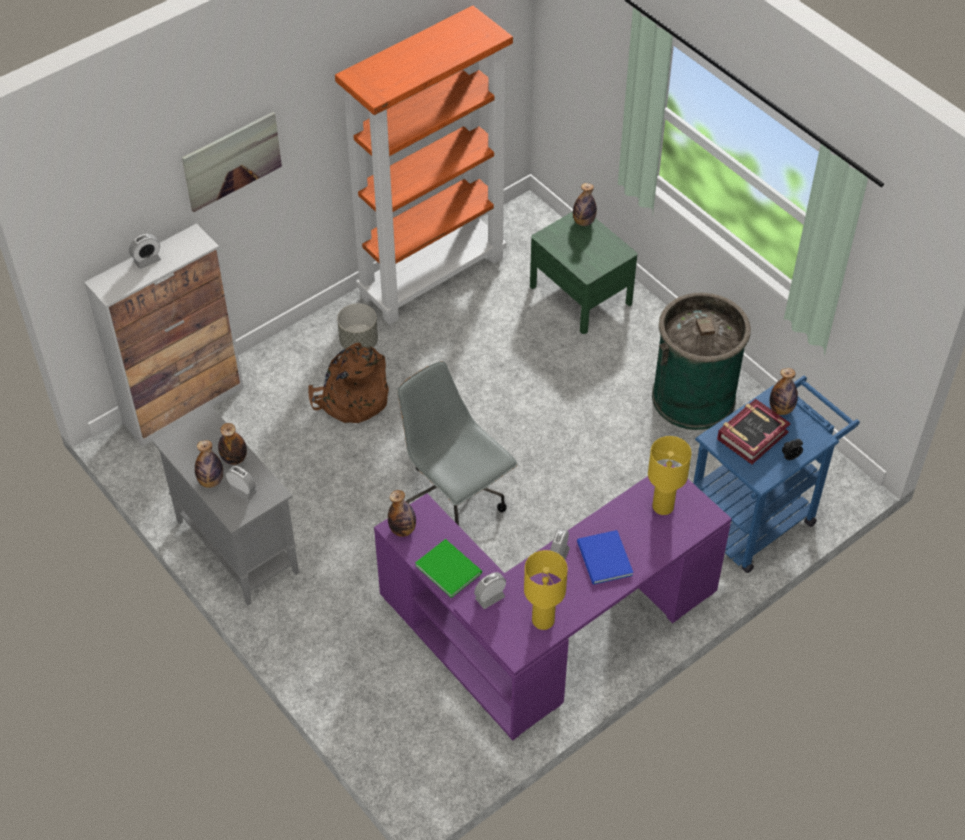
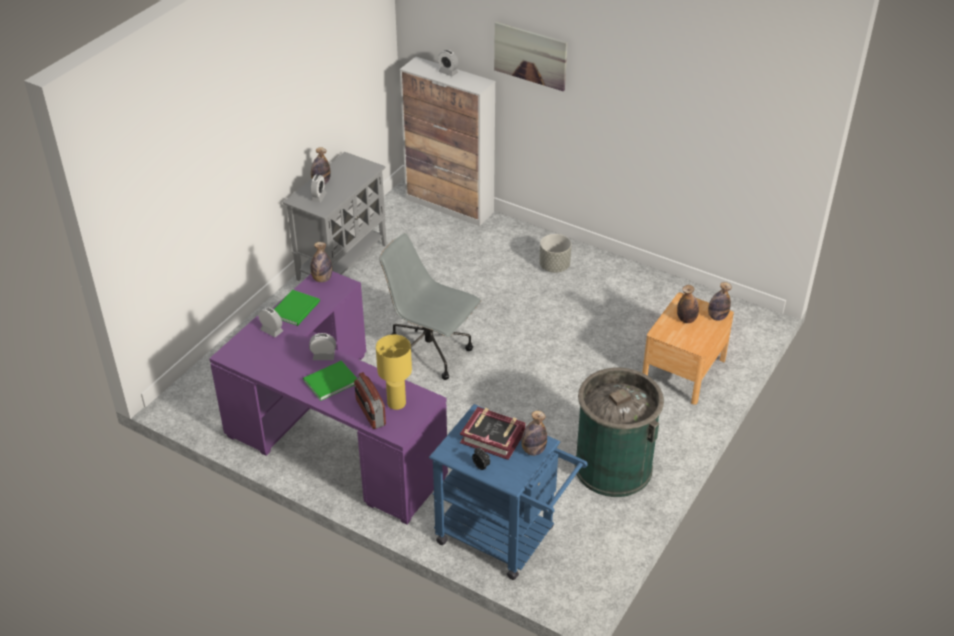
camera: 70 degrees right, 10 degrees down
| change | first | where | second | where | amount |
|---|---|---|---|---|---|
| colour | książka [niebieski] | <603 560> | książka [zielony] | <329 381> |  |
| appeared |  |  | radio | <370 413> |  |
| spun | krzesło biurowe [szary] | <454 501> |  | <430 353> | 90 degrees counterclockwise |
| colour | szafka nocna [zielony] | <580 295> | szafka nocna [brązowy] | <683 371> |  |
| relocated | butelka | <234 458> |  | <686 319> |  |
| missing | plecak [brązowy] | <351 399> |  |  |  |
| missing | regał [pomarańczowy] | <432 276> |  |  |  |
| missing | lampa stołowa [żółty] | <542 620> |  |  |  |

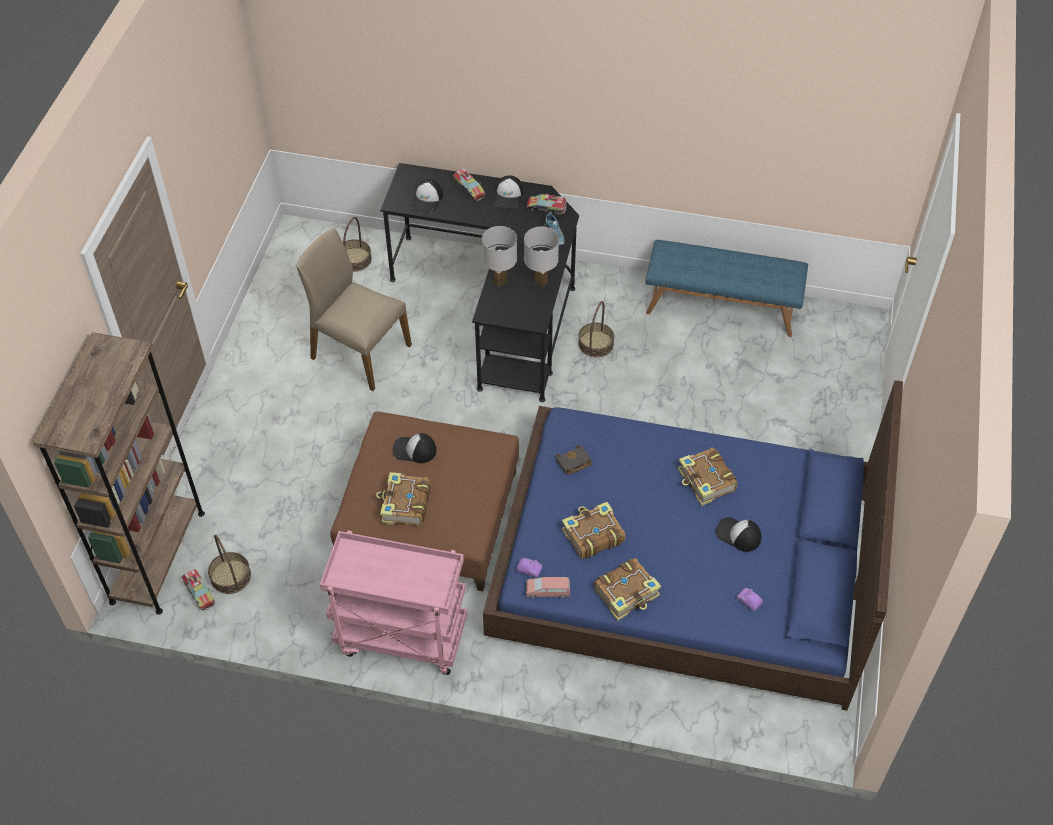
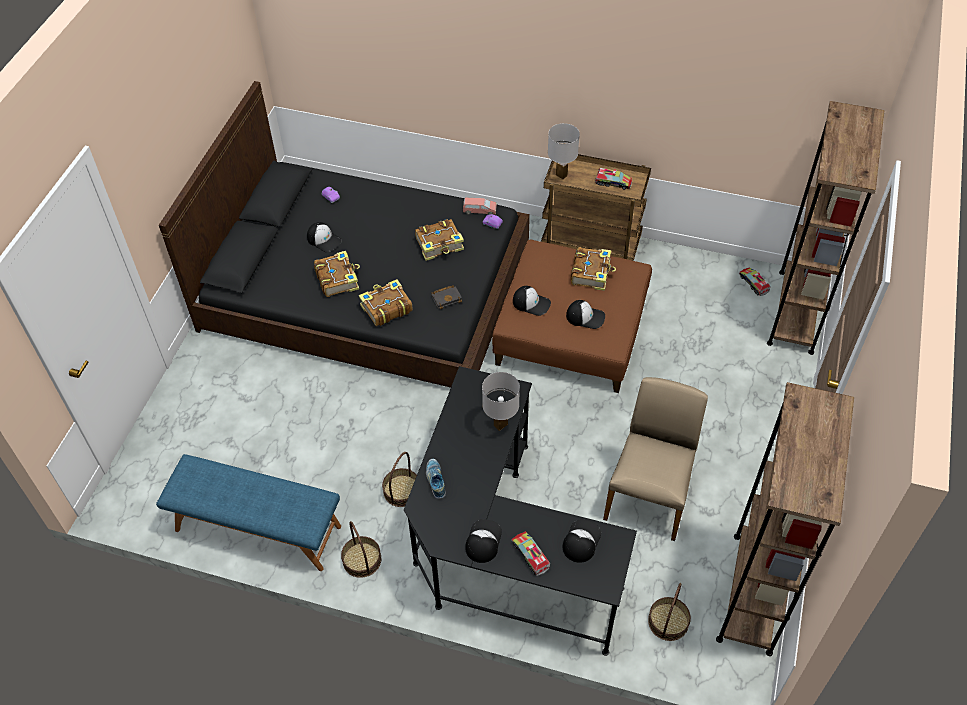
camera: 175 degrees left, 0 degrees up
| change | first | where | second | where | amount |
|---|---|---|---|---|---|
| colour | łóżko [niebieski] | <683 564> | łóżko [czarny] | <366 285> |  |
| relocated | koszyk | <230 576> |  | <362 560> |  |
| relocated | książka | <627 593> |  | <386 308> |  |
| appeared |  |  | czapka z daszkiem | <531 303> |  |
| colour | wózek [różowy] | <400 638> | wózek [brązowy] | <591 246> |  |
| relocated | lampa stołowa [biały] | <541 282> |  | <561 175> |  |
| relocated | ciężarówka zabawkowa | <546 208> |  | <613 183> |  |
| spun | krzesło [beżowy] | <359 352> |  | <649 495> | 105 degrees counterclockwise |
| appeared |  |  | regał [brązowy] | <752 592> |  |

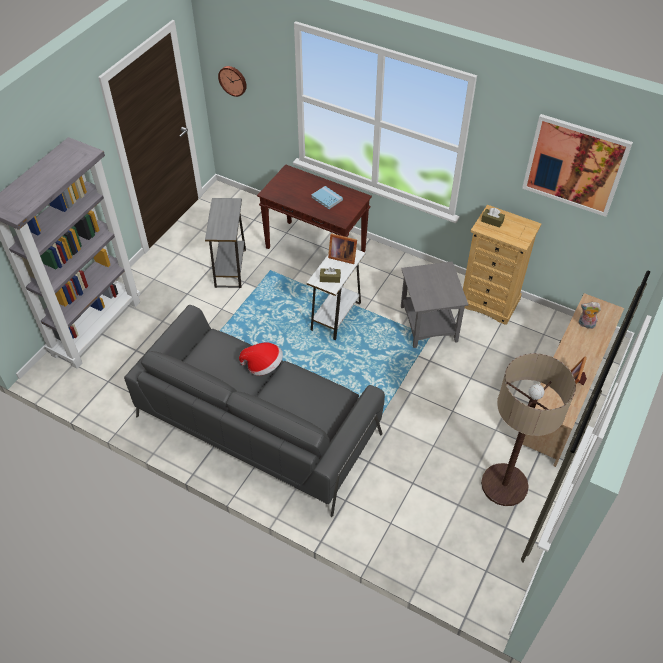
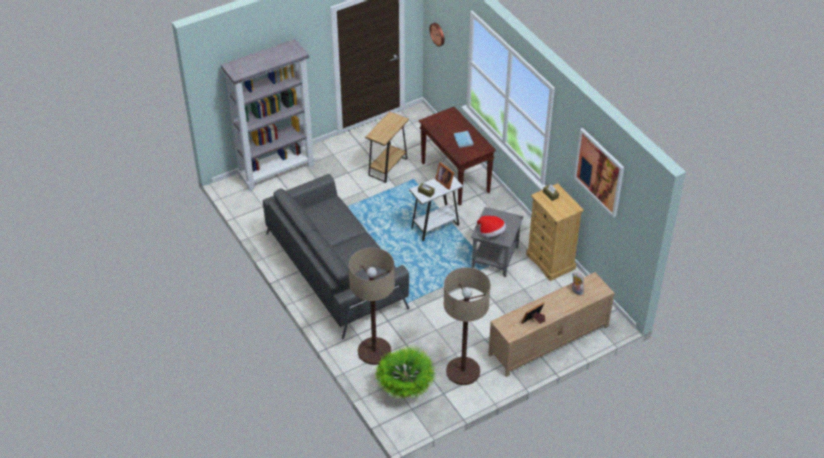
camera: 30 degrees right, 5 degrees down
| change | first | where | second | where | amount |
|---|---|---|---|---|---|
| appeared |  |  | lampa stojąca | <374 351> |  |
| colour | stolik [szary] | <230 268> | stolik [brązowy] | <388 167> |  |
| appeared |  |  | roślina doniczkowa | <405 390> |  |
| relocated | kapelusz | <263 366> |  | <491 233> |  |

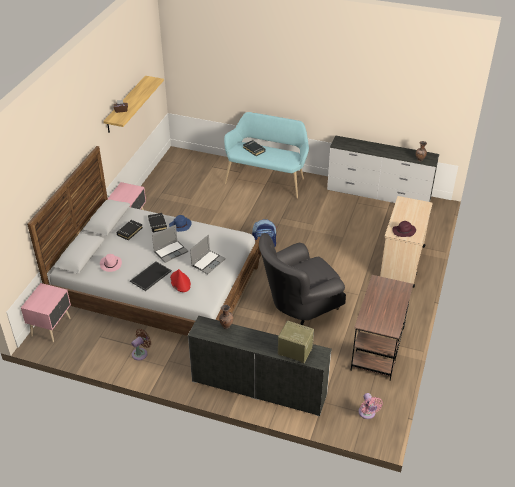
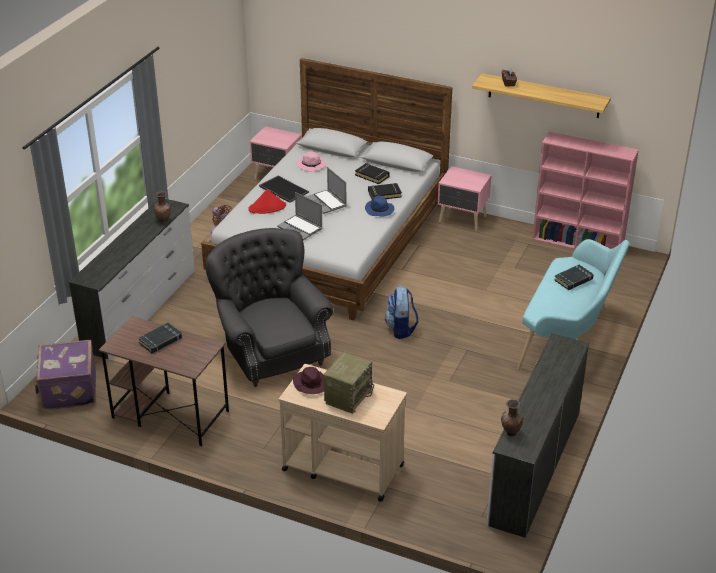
camera: 95 degrees right, 5 degrees down
| change | first | where | second | where | amount |
|---|---|---|---|---|---|
| exchanged | wentylator [różowy] | <367 413> | walizka [fioletowy] | <68 390> |  |
| appeared |  |  | książka [czarny] | <160 341> |  |
| relocated | radio | <294 351> |  | <348 396> |  |
| appeared |  |  | regał [różowy] | <578 243> |  |

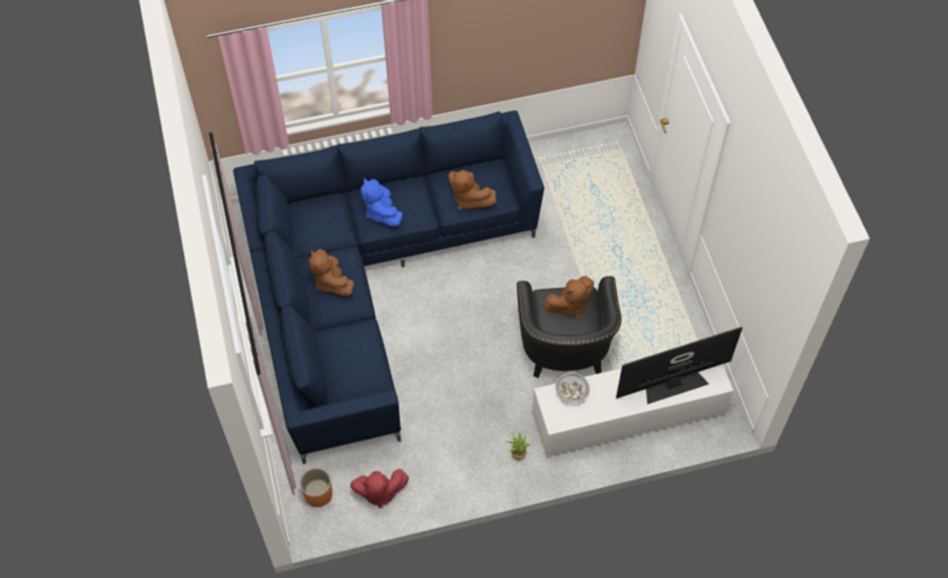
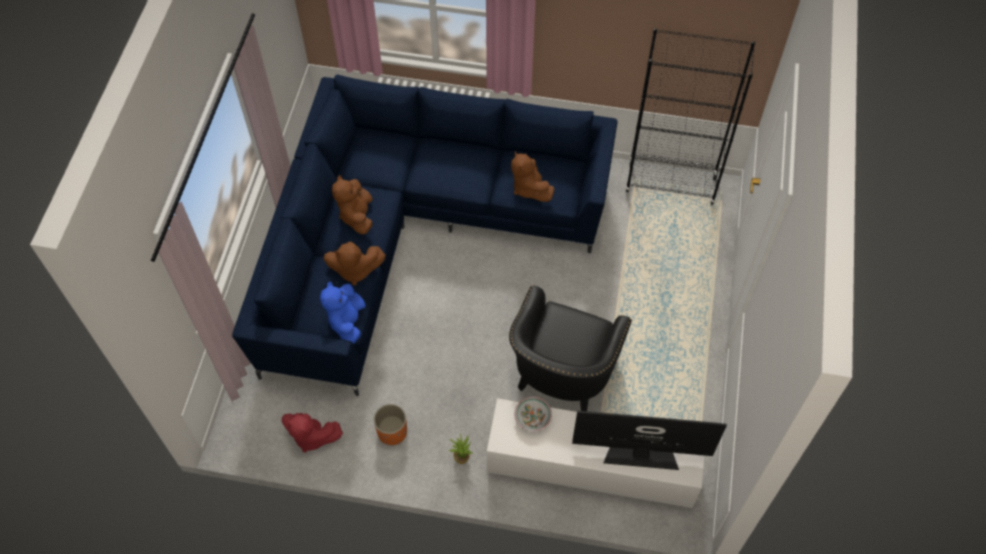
camera: 25 degrees right, 0 degrees up
| change | first | where | second | where | amount |
|---|---|---|---|---|---|
| relocated | pluszak [niebieski] | <381 212> |  | <347 322> |  |
| relocated | pluszak [brązowy] | <570 305> |  | <355 270> |  |
| relocated | donica [pomarańczowy] | <318 494> |  | <392 432> |  |
| appeared |  |  | regał [czarny] | <671 184> |  |

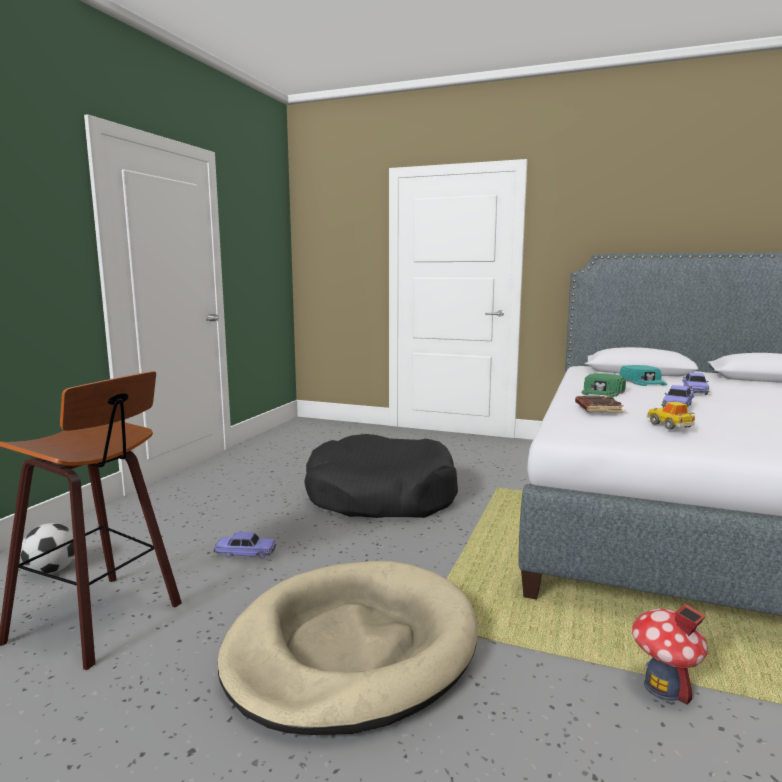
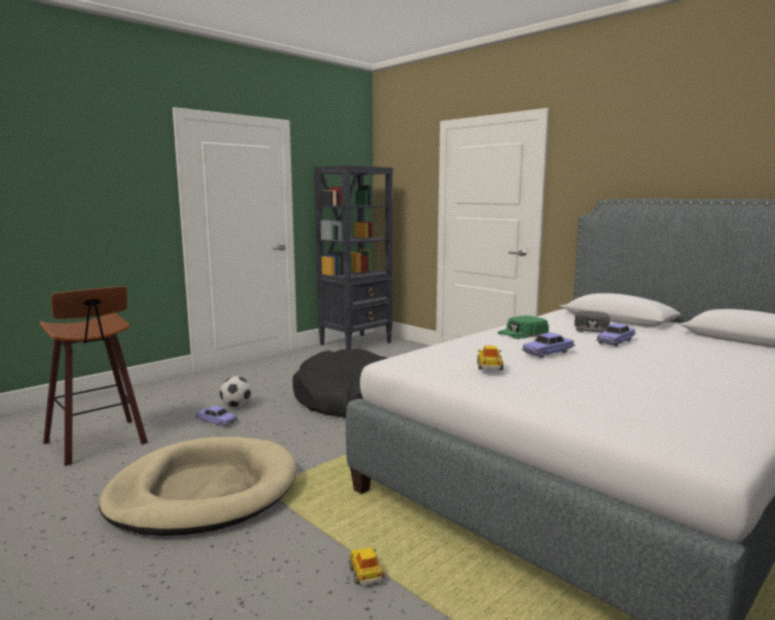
camera: 25 degrees right, 0 degrees up
| change | first | where | second | where | amount |
|---|---|---|---|---|---|
| relocated | piłka futbolowa | <52 571> |  | <236 406> |  |
| appeared |  |  | regał [czarny] | <356 343> |  |
| exchanged | domek | <663 688> | samochodzik | <365 573> |  |
| colour | czapka z daszkiem [turkusowy] | <643 381> | czapka z daszkiem [czarny] | <591 328> |  |
| missing | książka [brązowy] | <597 408> |  |  |  |

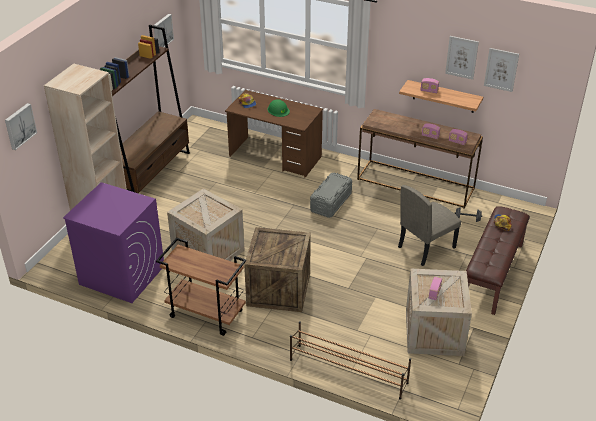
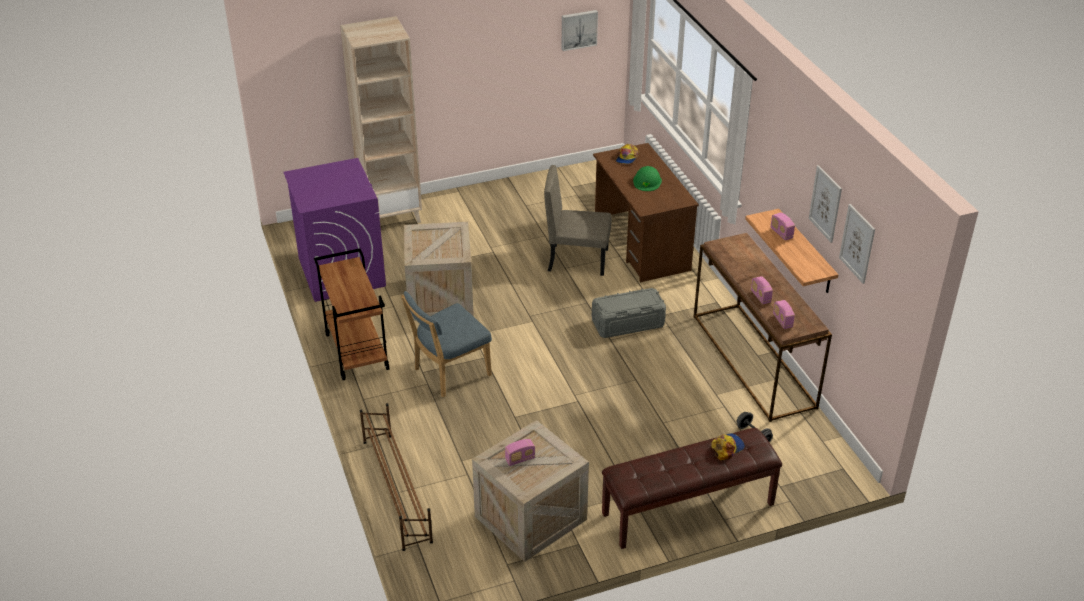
camera: 45 degrees right, 0 degrees up
| change | first | where | second | where | amount |
|---|---|---|---|---|---|
| exchanged | skrzynka | <278 289> | krzesło [niebieski] | <449 373> |  |
| relocated | krzesło [beżowy] | <426 247> |  | <578 260> |  |
| missing | obraz | <19 126> |  |  |  |
| missing | regał [brązowy] | <151 174> |  |  |  |

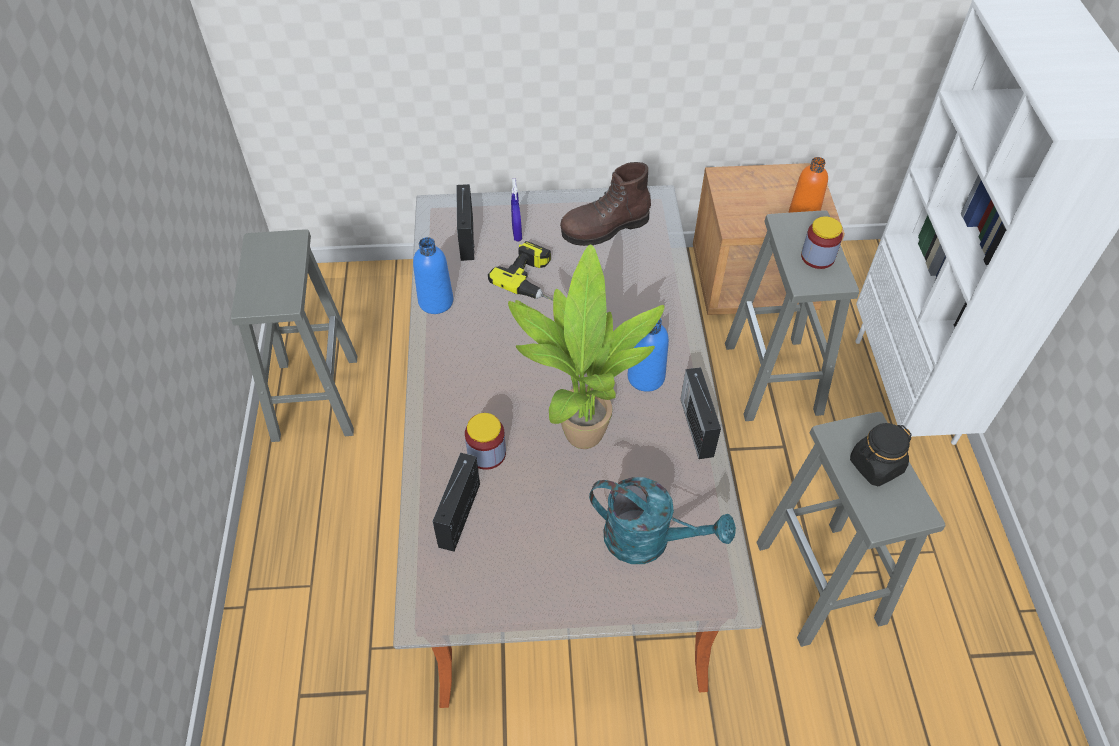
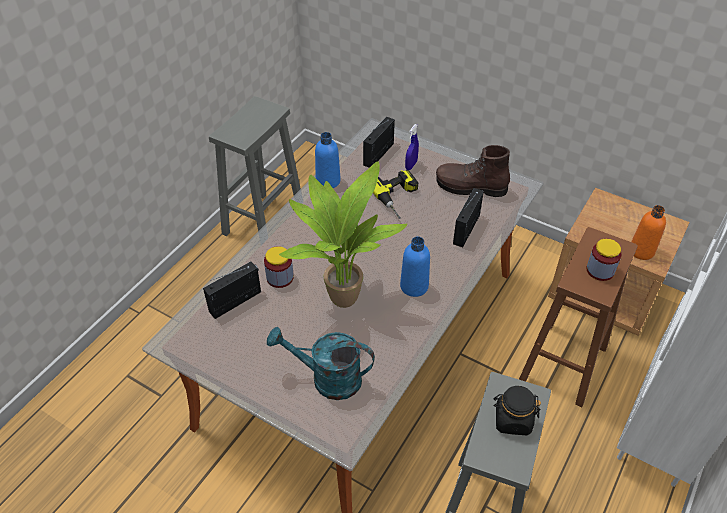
camera: 35 degrees right, 5 degrees down
| change | first | where | second | where | amount |
|---|---|---|---|---|---|
| spun | konewka [turkusowy] | <649 540> |  | <327 378> | 135 degrees clockwise |
| relocated | radio | <696 426> |  | <467 229> |  |
| colour | stołek [szary] | <773 380> | stołek [brązowy] | <563 364> |  |

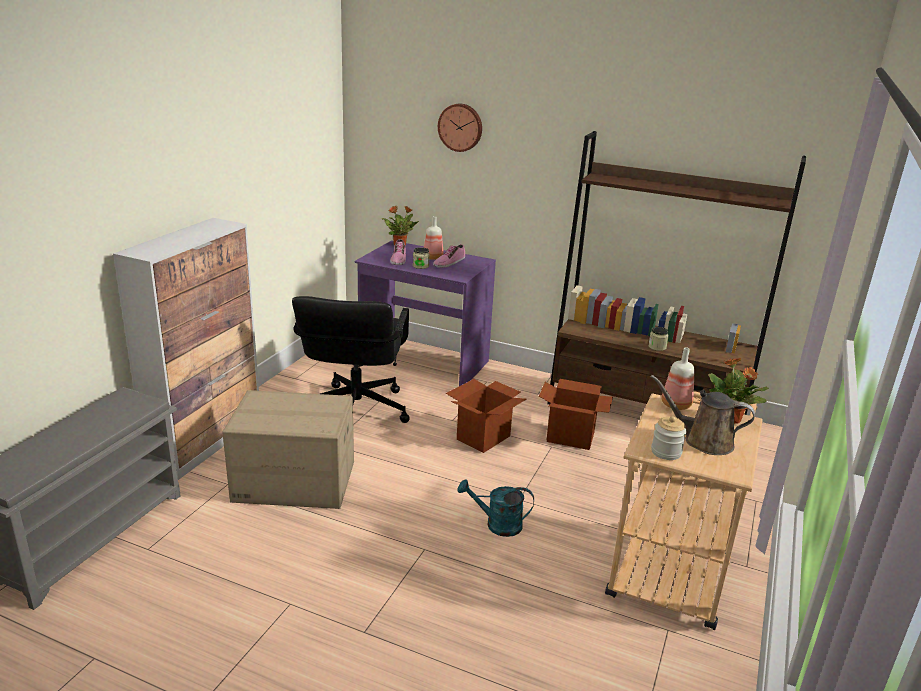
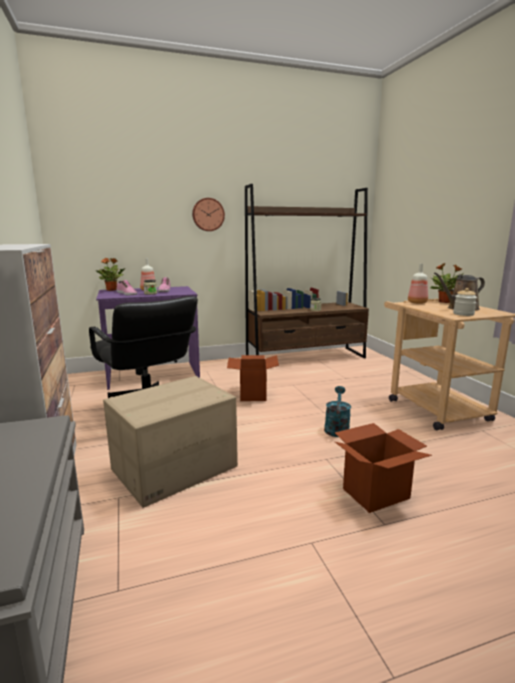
camera: 40 degrees left, 10 degrees down
| change | first | where | second | where | amount |
|---|---|---|---|---|---|
| relocated | zegar ścienny | <460 127> |  | <208 214> |  |
| spun | konewka [turkusowy] | <497 525> |  | <336 428> | 135 degrees clockwise |
| relocated | karton | <571 437> |  | <376 493> |  |

